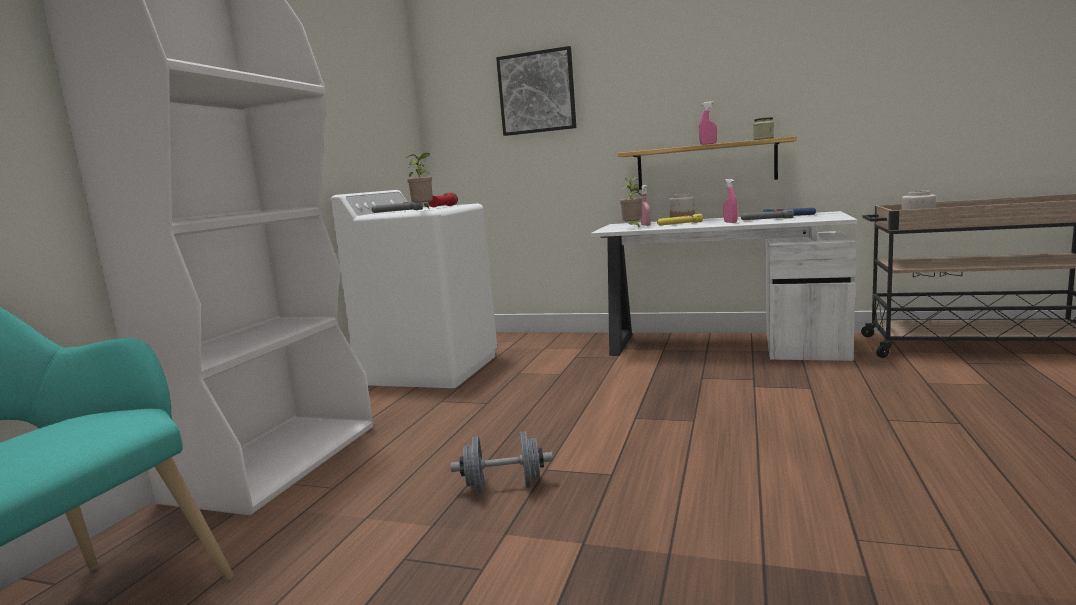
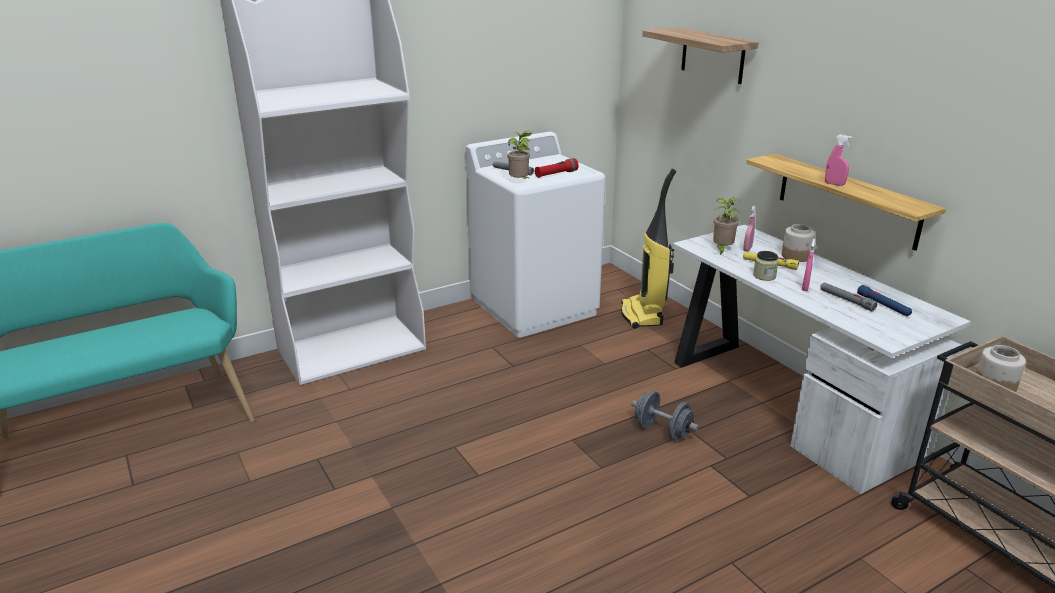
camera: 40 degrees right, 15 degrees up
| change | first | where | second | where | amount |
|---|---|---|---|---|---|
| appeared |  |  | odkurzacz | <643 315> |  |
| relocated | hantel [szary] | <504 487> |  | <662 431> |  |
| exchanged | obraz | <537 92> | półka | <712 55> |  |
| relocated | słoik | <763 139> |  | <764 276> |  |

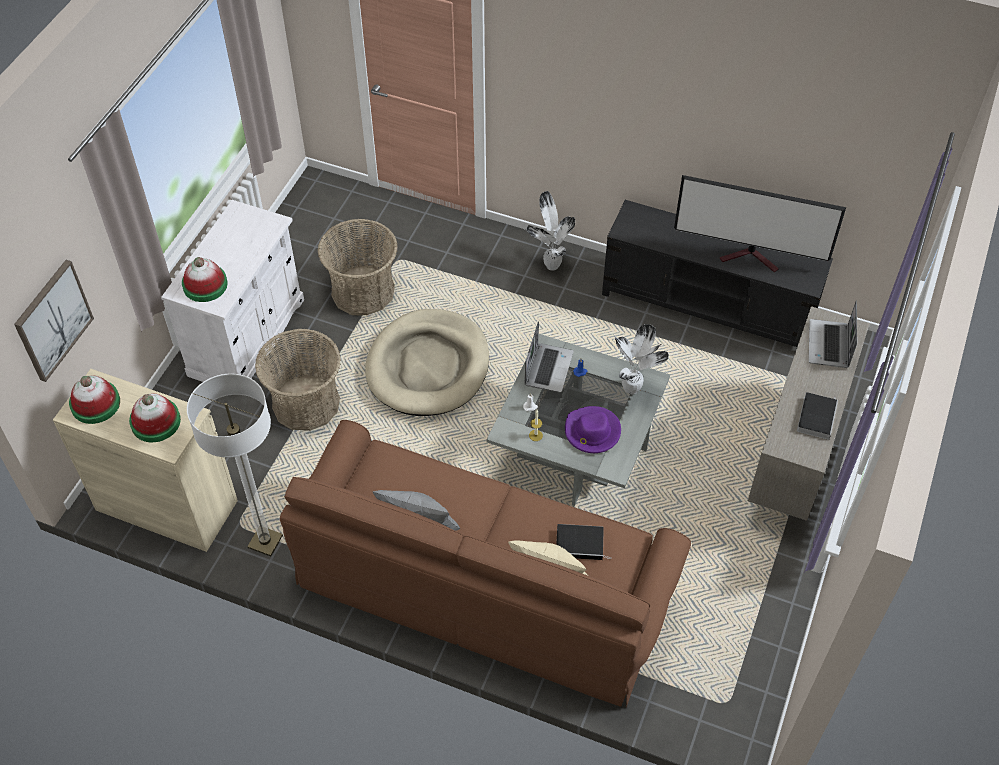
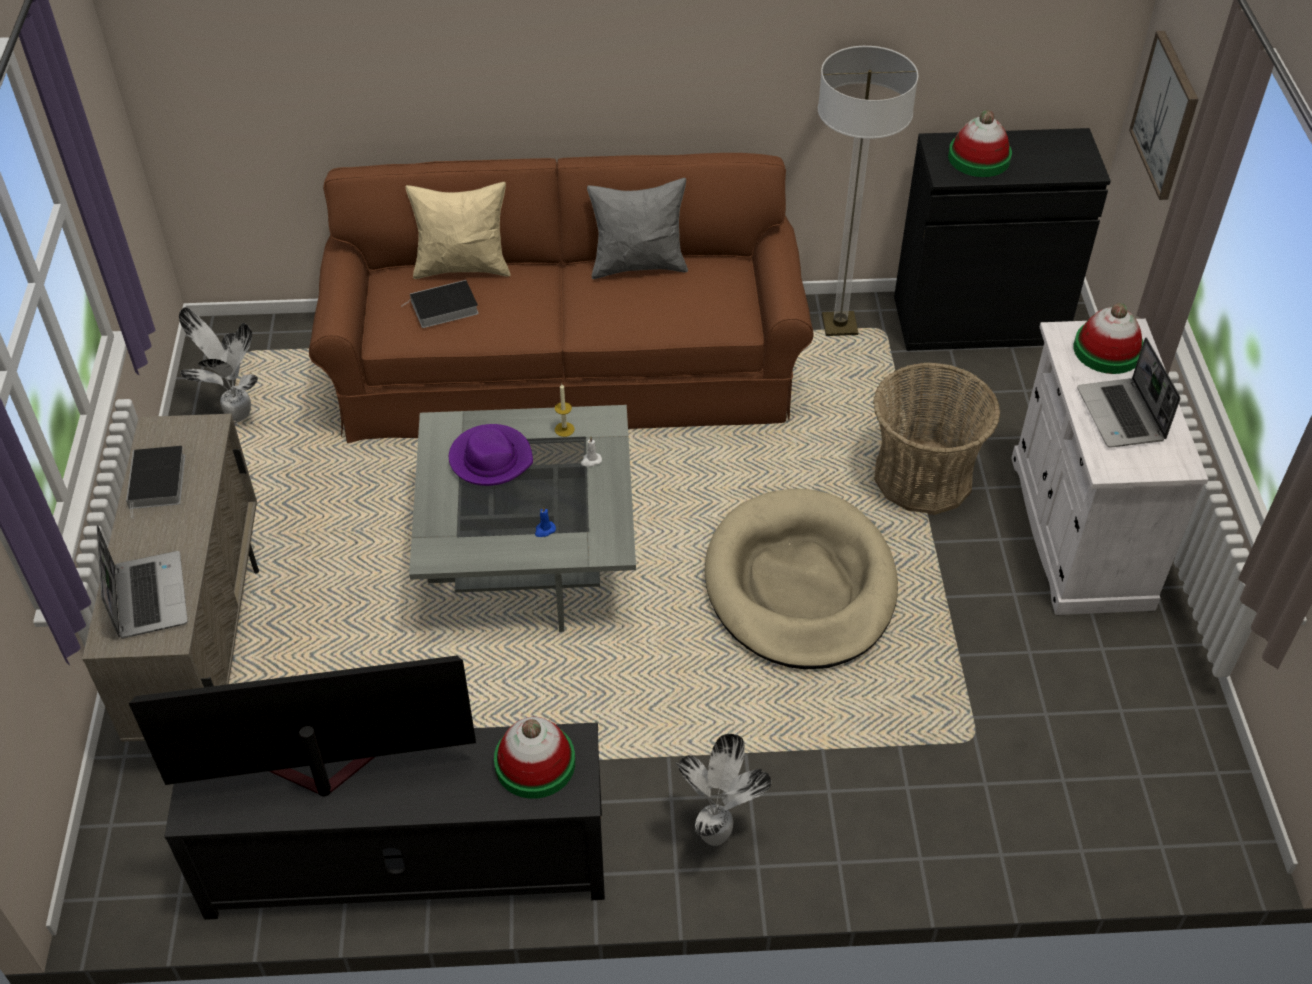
camera: 155 degrees right, 5 degrees down
| change | first | where | second | where | amount |
|---|---|---|---|---|---|
| relocated | roślina doniczkowa | <632 389> |  | <237 414> |  |
| relocated | kapelusz | <95 403> |  | <535 763> |  |
| colour | szafka [beżowy] | <166 505> | szafka [czarny] | <979 320> |  |
| relocated | laptop | <548 368> |  | <1122 415> |  |
| missing | koszyk | <363 291> |  |  |  |

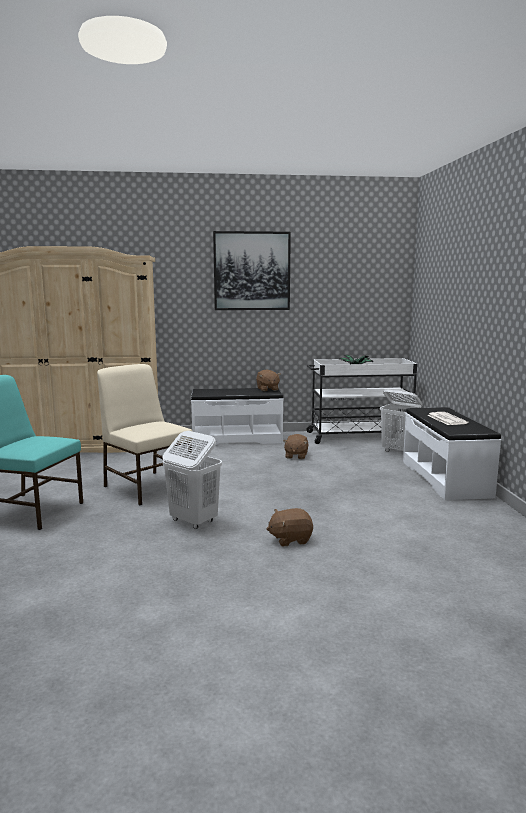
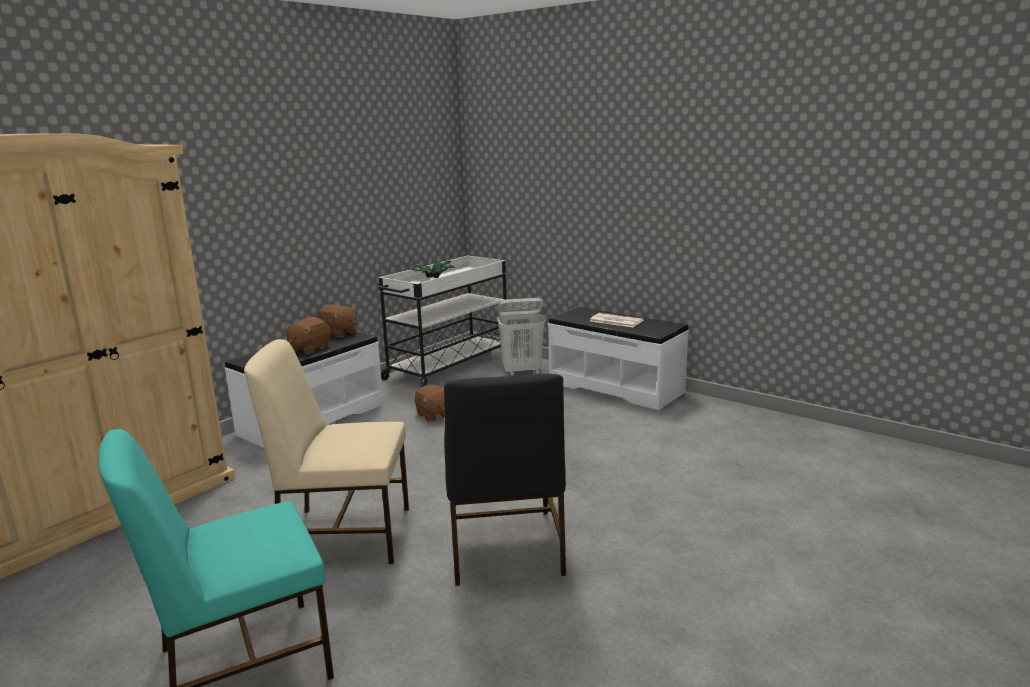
camera: 45 degrees left, 5 degrees up
| change | first | where | second | where | amount |
|---|---|---|---|---|---|
| relocated | pluszak [brązowy] | <290 539> |  | <309 349> |  |
| exchanged | kosz na pranie [biały] | <193 521> | krzesło [czarny] | <504 548> |  |
| missing | obraz | <252 271> |  |  |  |

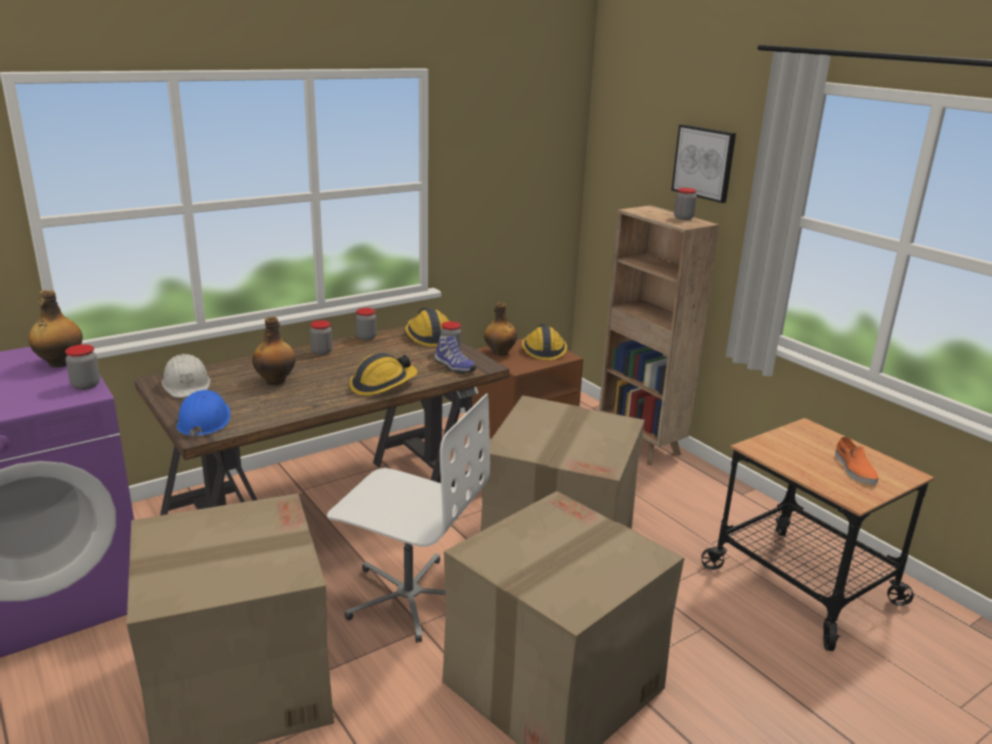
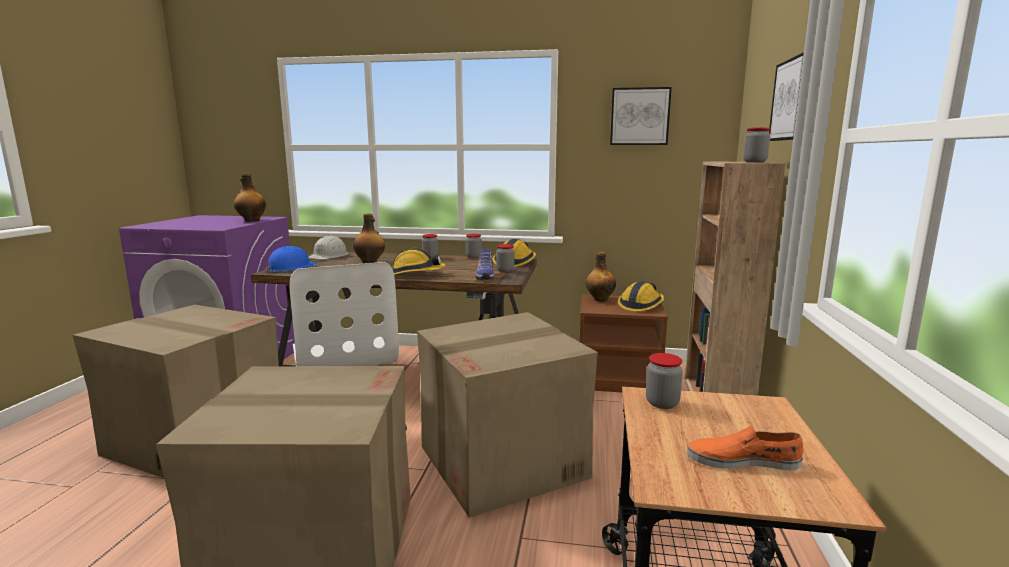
camera: 45 degrees right, 10 degrees down
| change | first | where | second | where | amount |
|---|---|---|---|---|---|
| appeared |  |  | obraz | <639 116> |  |
| relocated | słoik | <86 385> |  | <662 403> |  |
| spun | but [pomarańczowy] | <854 469> |  | <742 460> | 60 degrees clockwise |

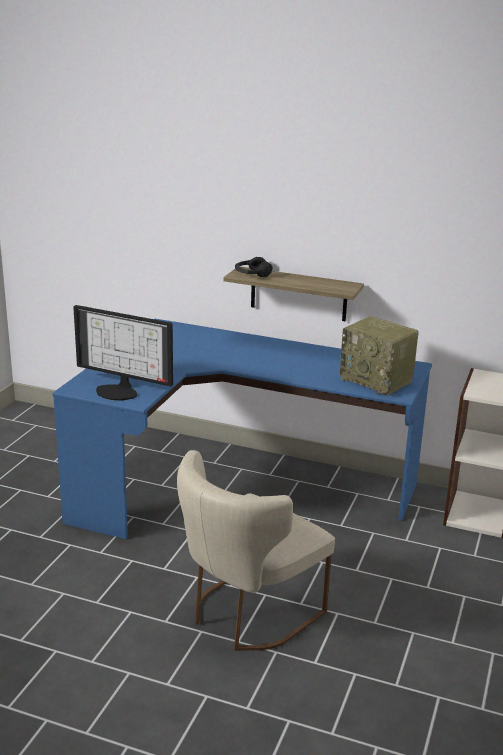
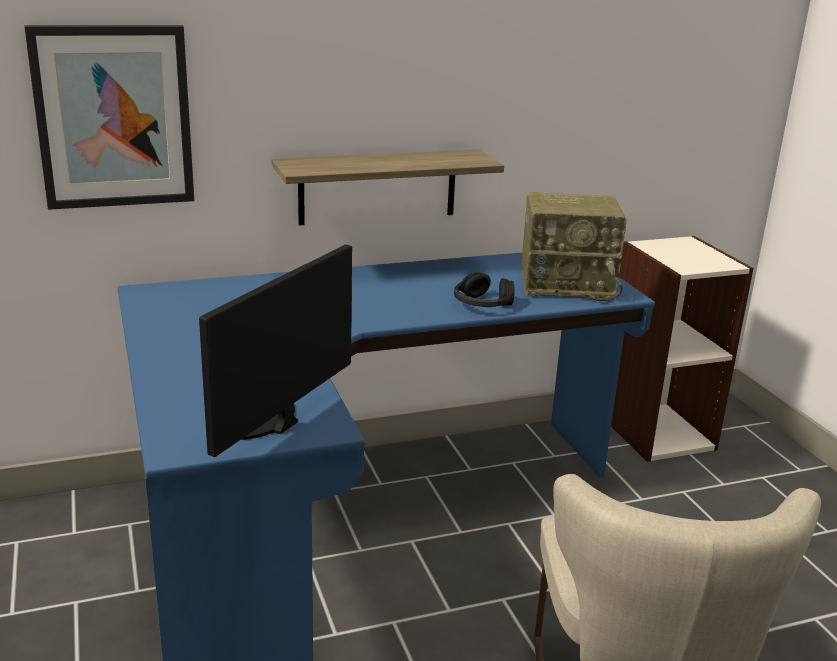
camera: 40 degrees left, 0 degrees up
| change | first | where | second | where | amount |
|---|---|---|---|---|---|
| appeared |  |  | obraz | <114 117> |  |
| spun | monitor | <119 391> |  | <266 421> | 135 degrees clockwise |
| relocated | słuchawki [czarny] | <252 274> |  | <482 304> |  |

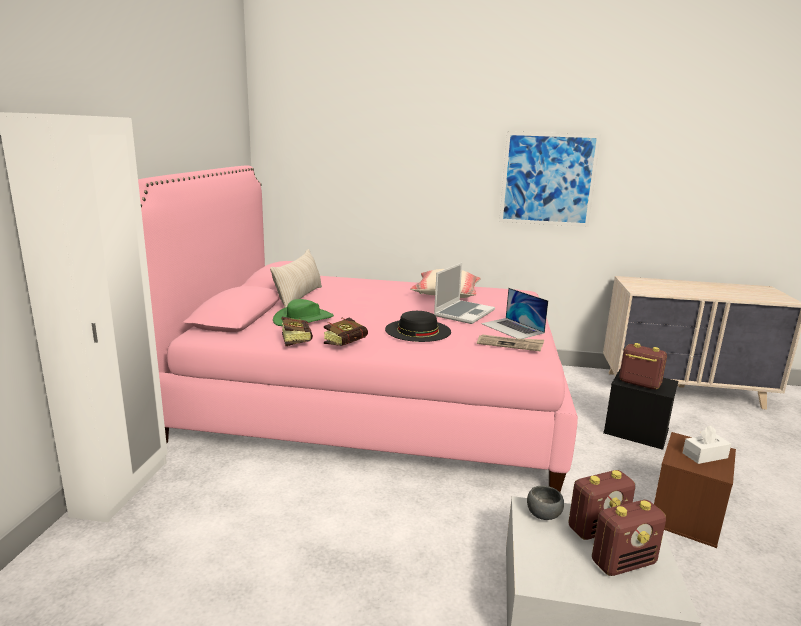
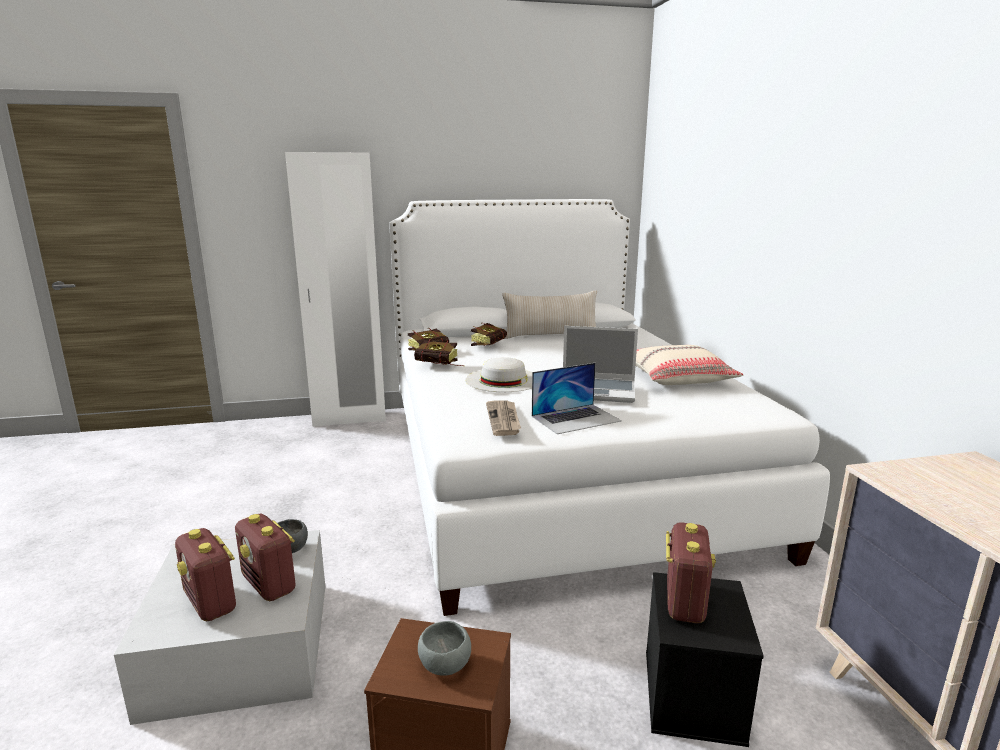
camera: 70 degrees right, 0 degrees up
| change | first | where | second | where | amount |
|---|---|---|---|---|---|
| colour | łóżko [różowy] | <373 402> | łóżko [biały] | <554 468> |  |
| exchanged | pudełko chusteczek [biały] | <705 455> | miska [szary] | <443 665> |  |
| colour | kapelusz [czarny] | <418 330> | kapelusz [biały] | <503 380> |  |
| exchanged | kapelusz [zielony] | <303 319> | książka | <490 345> |  |
| spun | laptop | <512 328> |  | <576 418> | 150 degrees counterclockwise |
| missing | obraz | <548 179> |  |  |  |

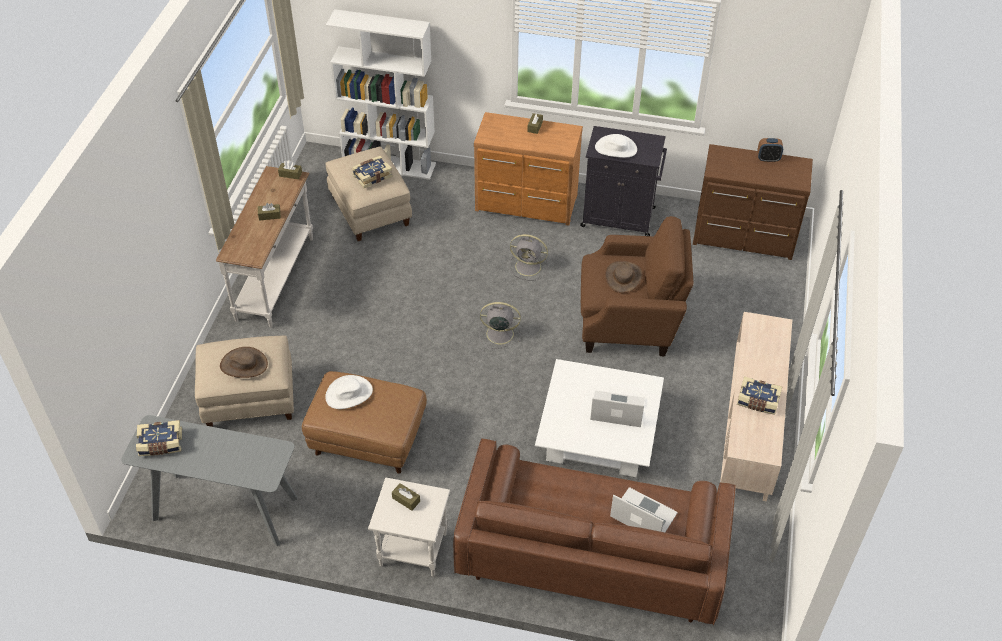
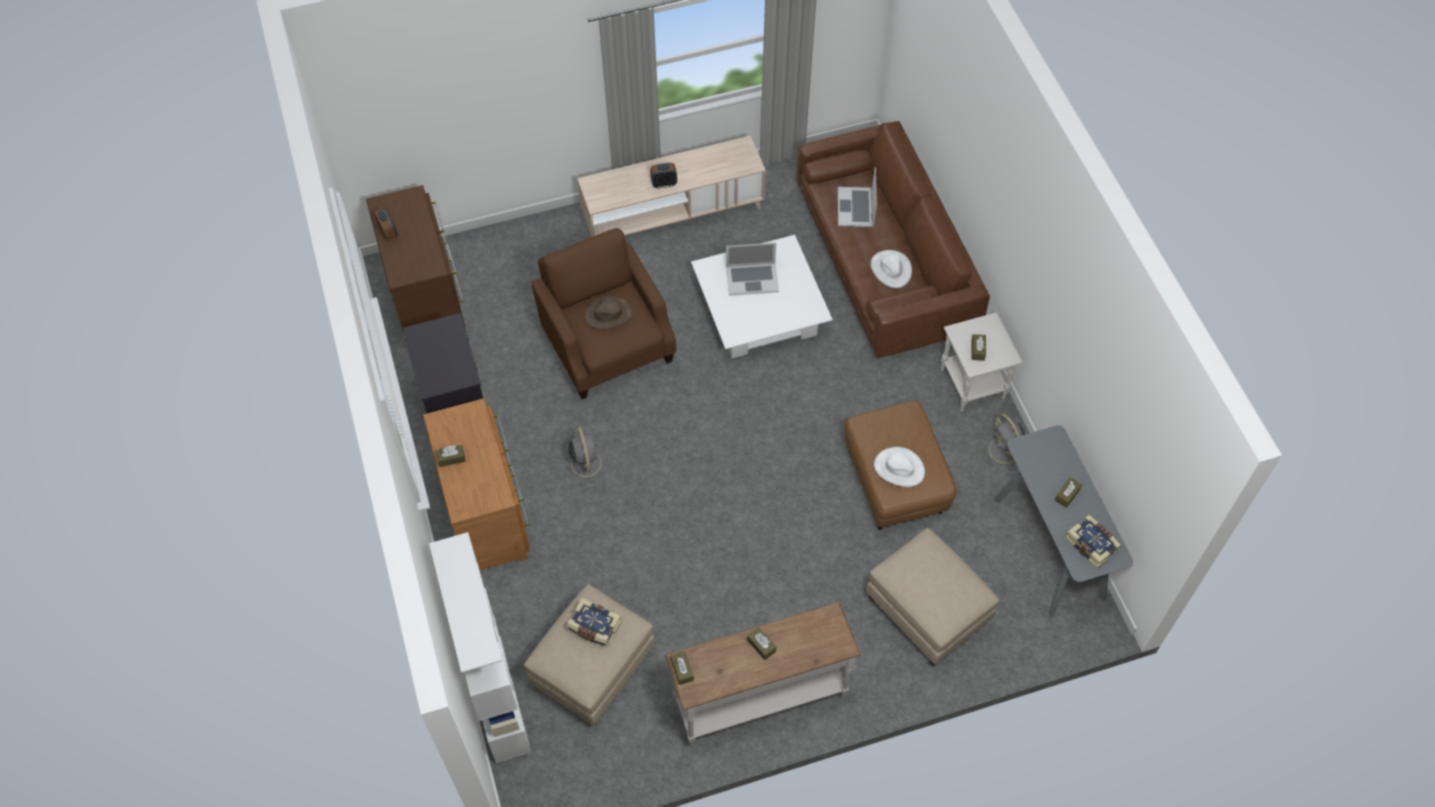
camera: 120 degrees left, 10 degrees up
| change | first | where | second | where | amount |
|---|---|---|---|---|---|
| appeared |  |  | budzik | <664 184> |  |
| spun | laptop | <617 410> |  | <752 278> | 75 degrees counterclockwise |
| relocated | kapelusz [biały] | <616 148> |  | <890 269> |  |
| relocated | wentylator [szary] | <498 334> |  | <1004 451> |  |
| appeared |  |  | pudełko chusteczek [brązowy] | <1067 495> |  |
| missing | kapelusz [brązowy] | <244 364> |  |  |  |
| missing | książka | <757 401> |  |  |  |

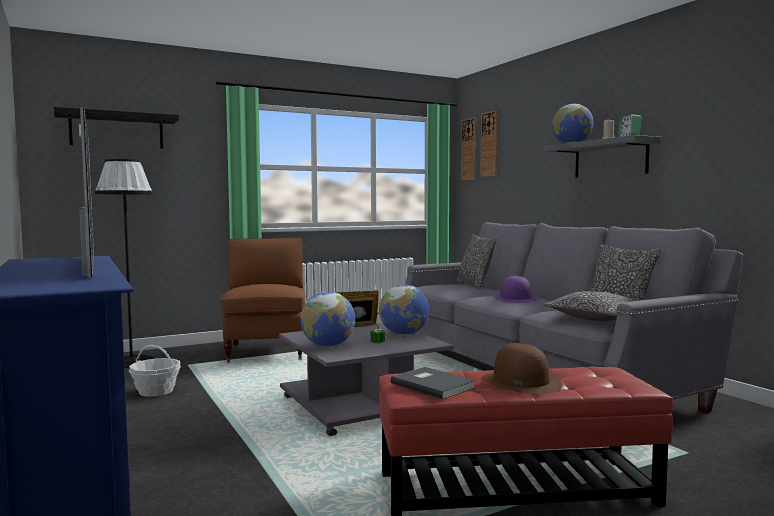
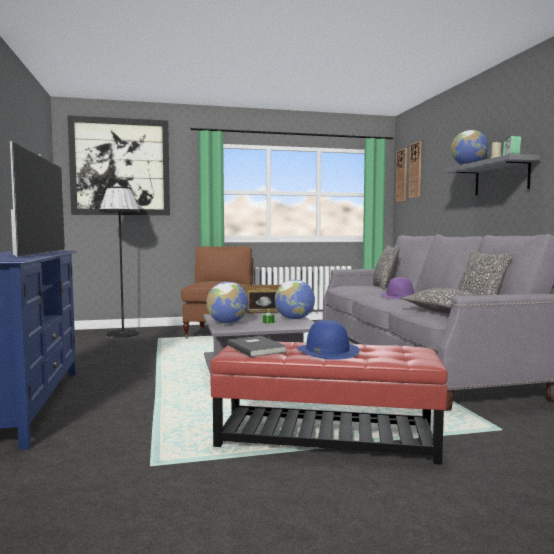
camera: 15 degrees right, 0 degrees up
| change | first | where | second | where | amount |
|---|---|---|---|---|---|
| exchanged | półka [czarny] | <117 131> | obraz | <120 167> |  |
| colour | kapelusz [brązowy] | <520 382> | kapelusz [niebieski] | <327 351> |  |
| missing | koszyk | <156 391> |  |  |  |

